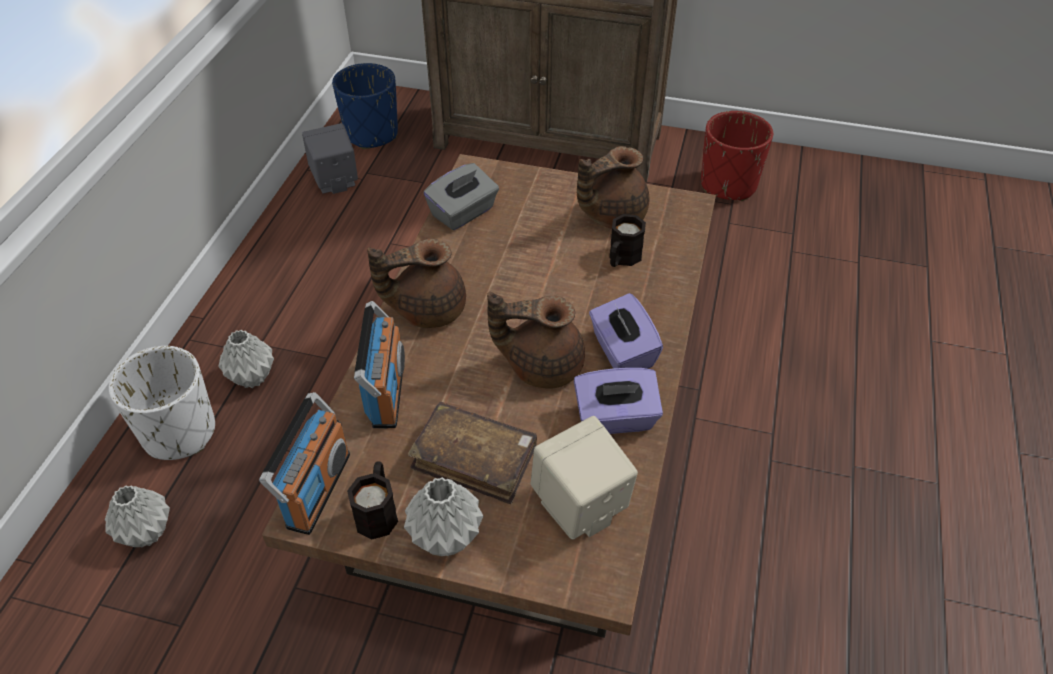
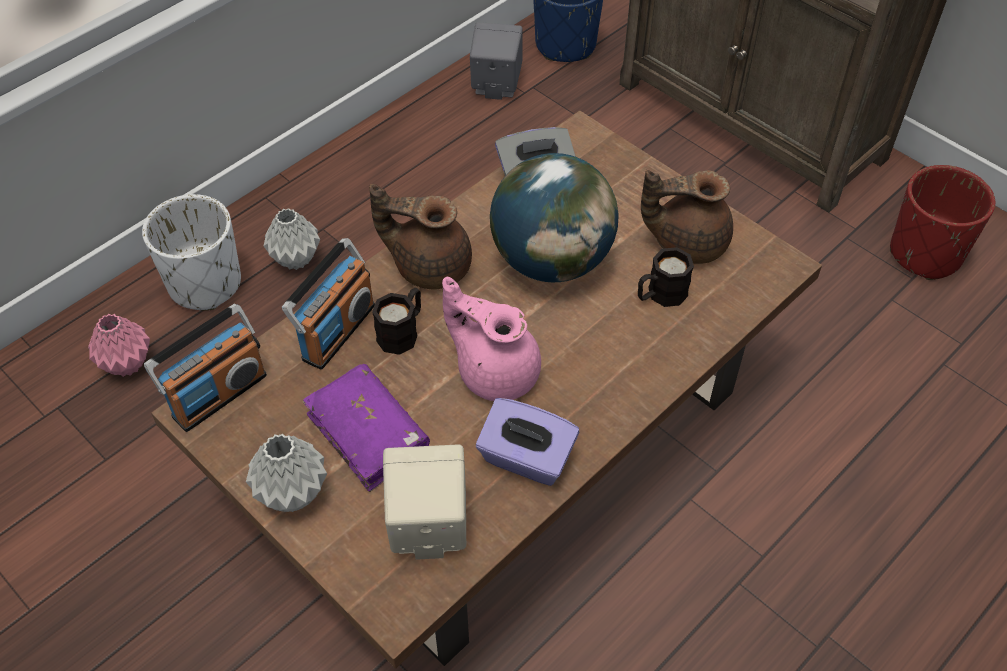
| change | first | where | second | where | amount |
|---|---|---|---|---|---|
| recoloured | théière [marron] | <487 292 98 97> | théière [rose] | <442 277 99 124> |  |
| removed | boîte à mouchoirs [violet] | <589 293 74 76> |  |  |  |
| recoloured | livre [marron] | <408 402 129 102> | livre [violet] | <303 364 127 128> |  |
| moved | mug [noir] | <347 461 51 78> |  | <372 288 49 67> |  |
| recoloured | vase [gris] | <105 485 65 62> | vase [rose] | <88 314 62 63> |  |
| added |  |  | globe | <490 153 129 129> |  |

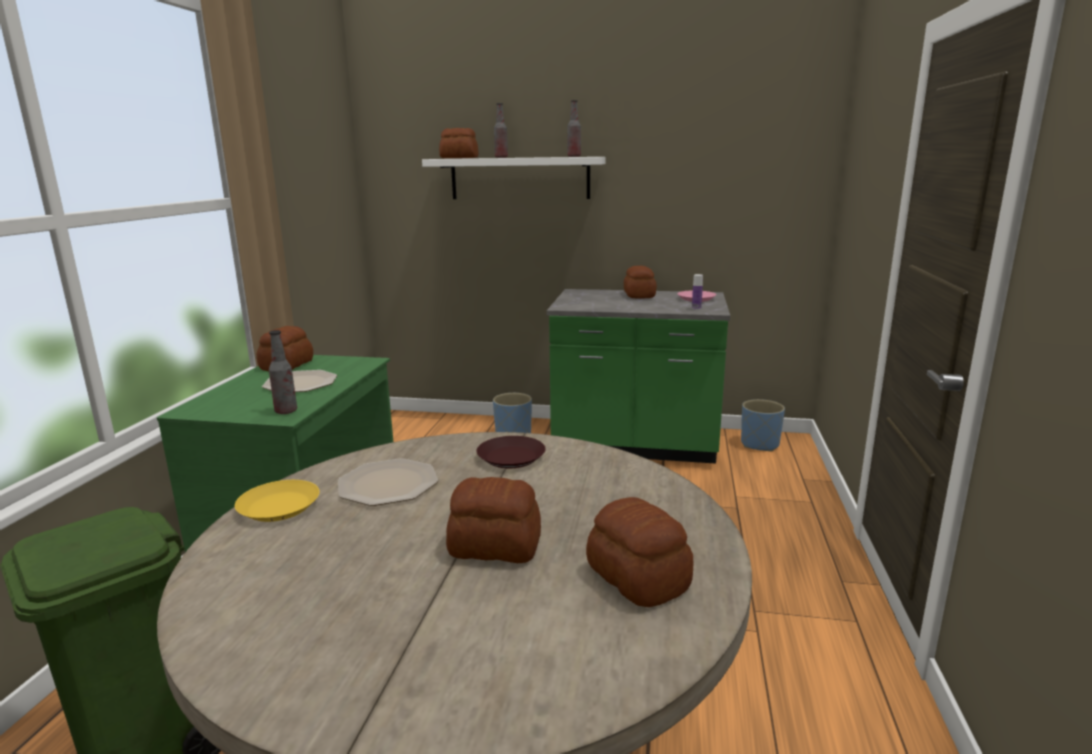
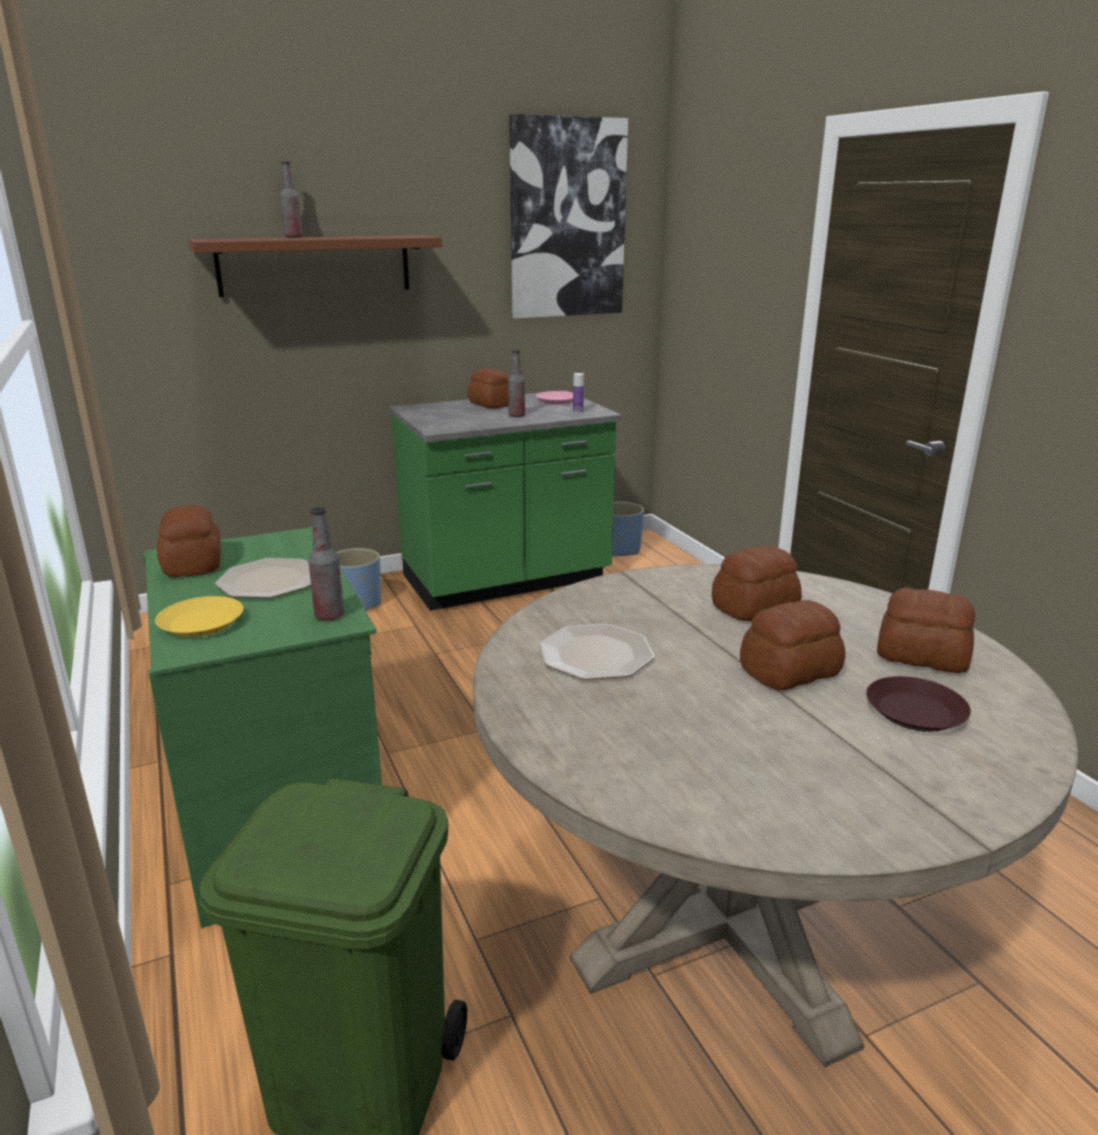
| change | first | where | second | where | amount |
|---|---|---|---|---|---|
| moved | bouteille | <567 100 14 57> |  | <508 350 17 67> |  |
| moved | pain | <439 128 40 30> |  | <712 546 90 75> |  |
| recoloured | étagère [blanc] | <422 157 184 42> | étagère [marron] | <189 235 253 62> |  |
| moved | assiette [marron] | <477 436 69 32> |  | <866 676 105 56> |  |
| moved | assiette [jaune] | <235 480 85 42> |  | <155 596 88 41> |  |
| added |  |  | tableau | <509 114 119 205> |  |

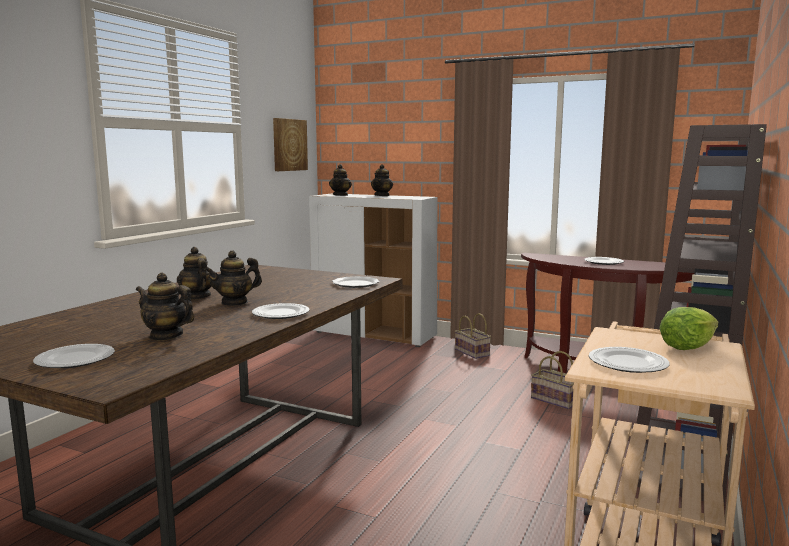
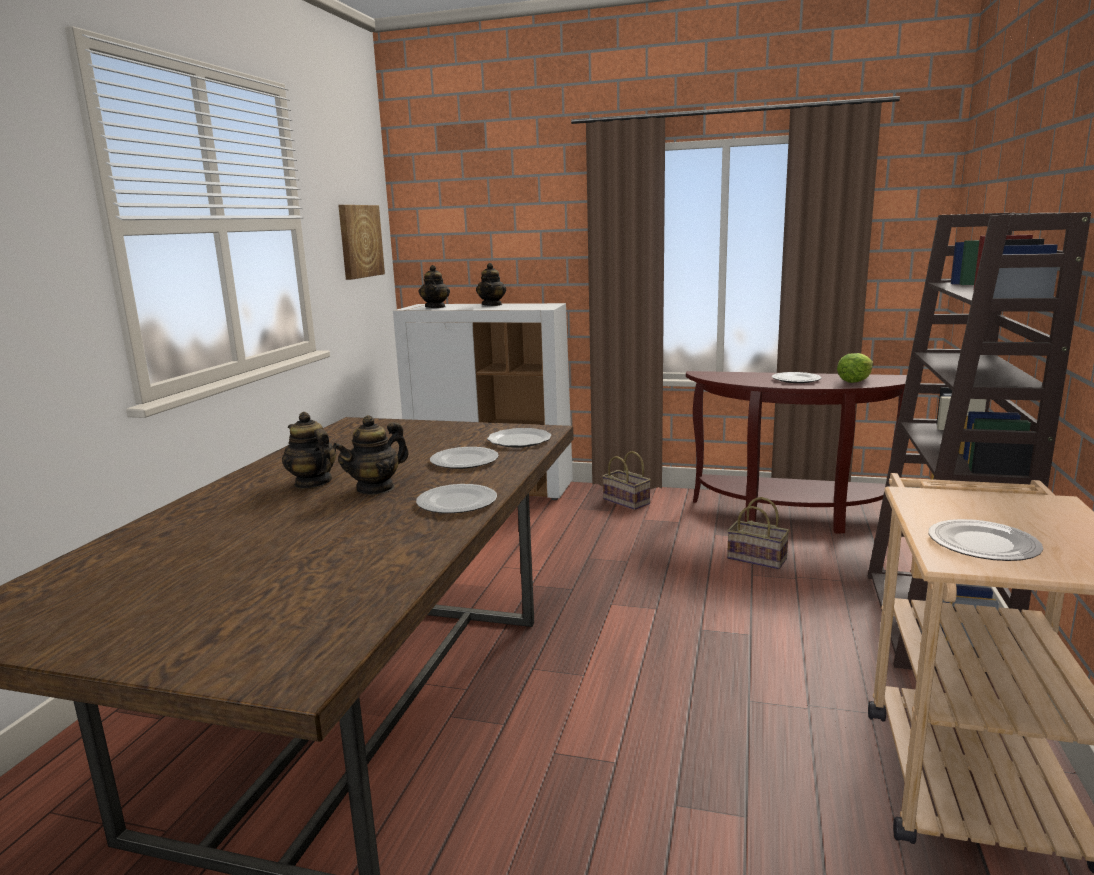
| change | first | where | second | where | amount |
|---|---|---|---|---|---|
| removed | théière | <136 273 58 68> |  |  |  |
| moved | laitue | <660 307 59 43> |  | <837 353 36 30> |  |
| moved | assiette | <33 344 82 24> |  | <430 447 69 22> |  |

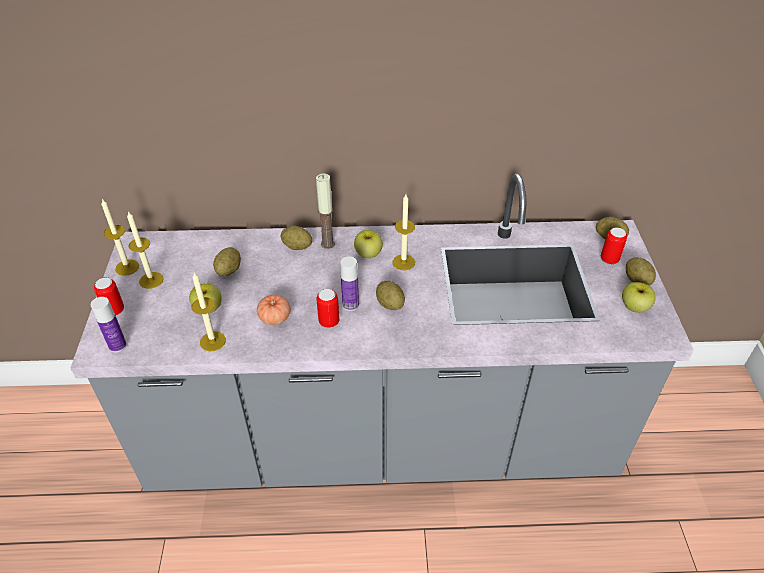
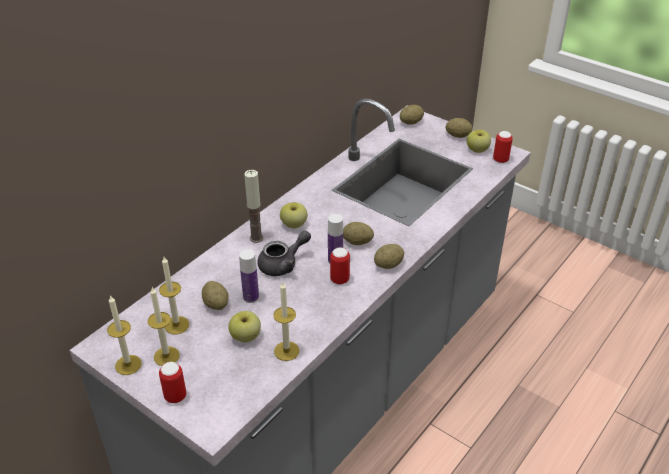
| change | first | where | second | where | amount |
|---|---|---|---|---|---|
| moved | bougie | <392 194 23 76> |  | <159 257 30 77> |  |
| moved | pomme de terre | <281 226 31 24> |  | <374 244 30 25> |  |
| moved | boîte métallique | <601 227 26 37> |  | <493 131 20 32> |  |
| removed | tomate | <257 295 34 30> |  |  |  |
| moved | bouteille | <91 297 36 55> |  | <239 249 20 54> |  |
| added |  |  | théière [gris] | <257 230 54 46> |  |

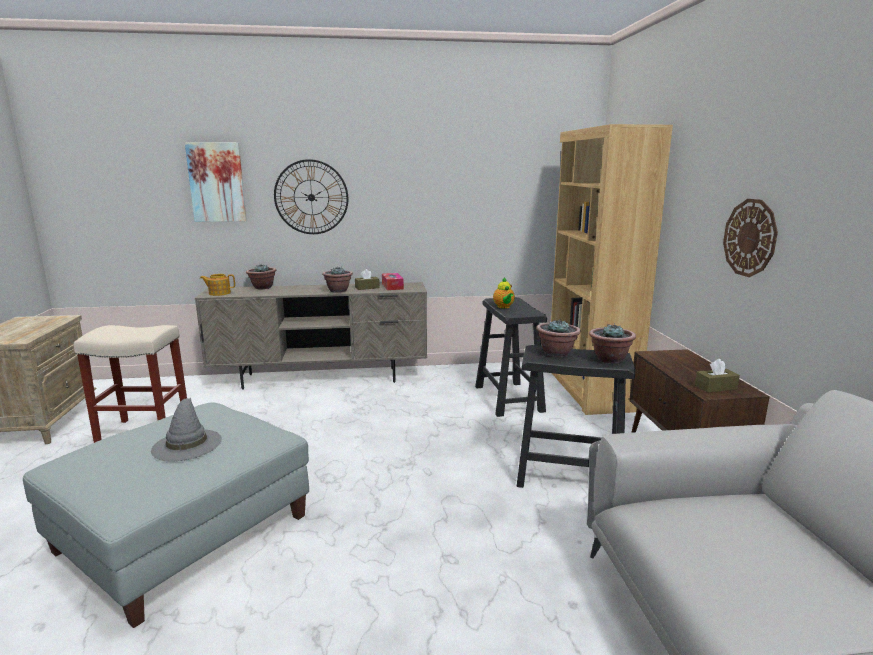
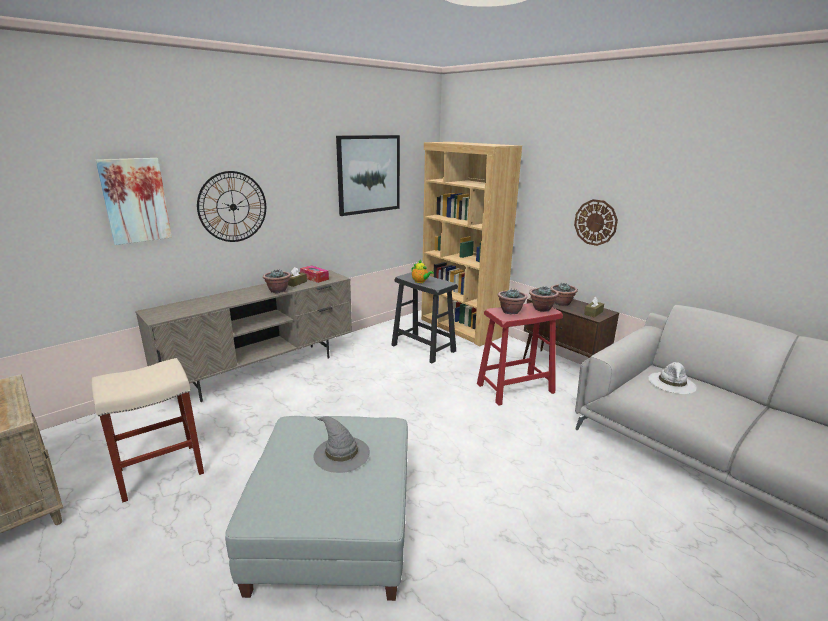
| change | first | where | second | where | amount |
|---|---|---|---|---|---|
| moved | plante en pot | <246 264 30 25> |  | <550 283 28 23> |  |
| removed | théière | <200 274 35 22> |  |  |  |
| recoloured | tabouret [noir] | <517 345 118 143> | tabouret [rouge] | <477 303 86 103> |  |
| added |  |  | tableau | <336 135 64 81> |  |
| added |  |  | chapeau [blanc] | <649 362 48 32> |  |

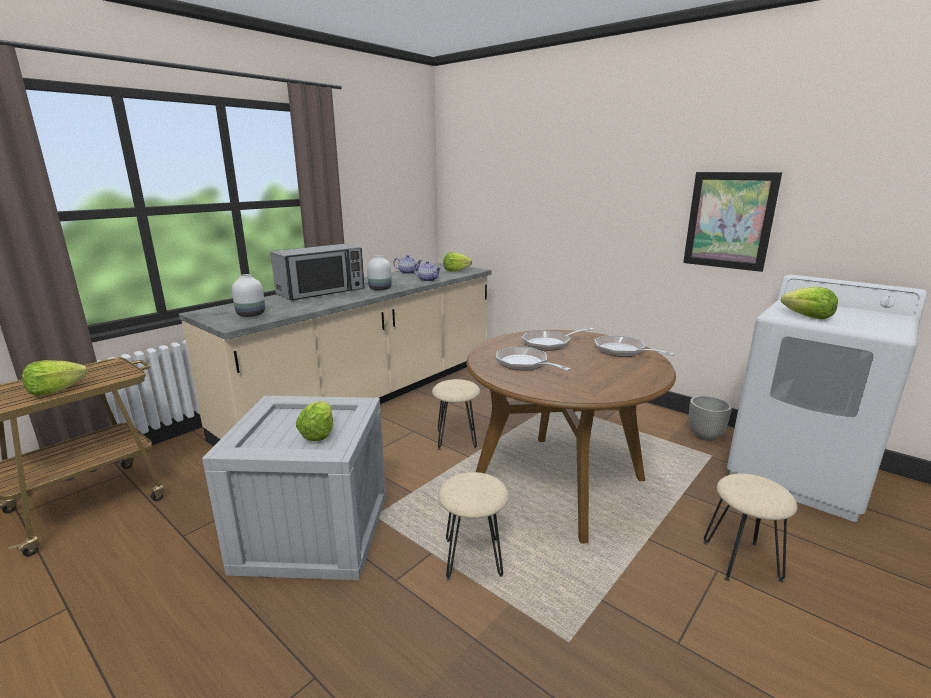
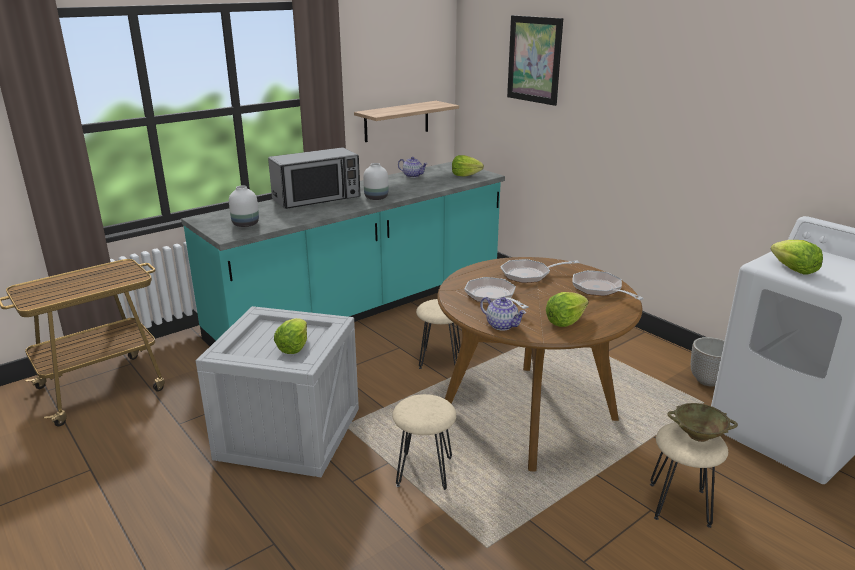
| change | first | where | second | where | amount |
|---|---|---|---|---|---|
| moved | tableau | <683 172 99 100> |  | <507 15 56 91> |  |
| moved | théière | <414 261 27 21> |  | <480 297 46 34> |  |
| recoloured | comptoir de cuisine [beige] | <179 262 312 184> | comptoir de cuisine [turquoise] | <181 162 324 184> |  |
| moved | laitue | <22 360 66 36> |  | <546 292 43 35> |  |
| added |  |  | étagère | <354 101 105 41> |  |
| added |  |  | bol [beige] | <667 403 71 39> |  |

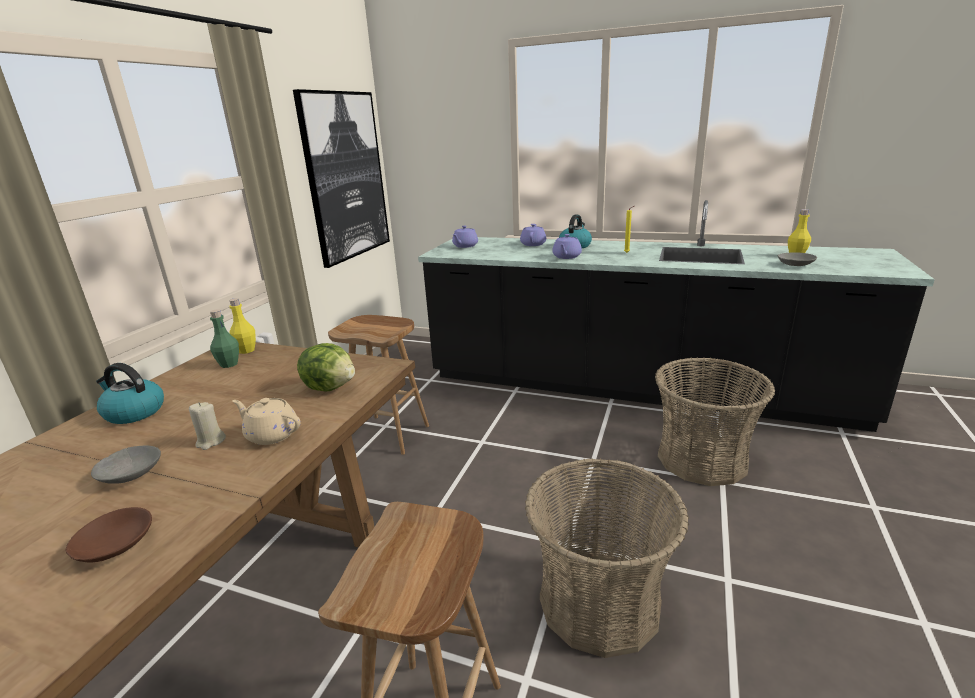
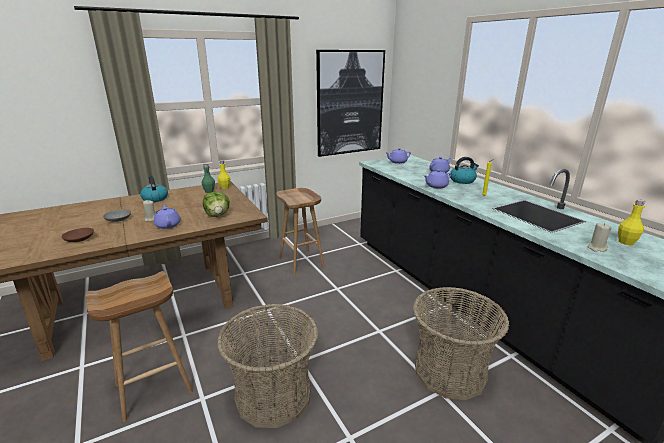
| change | first | where | second | where | amount |
|---|---|---|---|---|---|
| replaced | bol [gris] | <778 252 39 14> | bougie [beige] | <588 223 23 29> |  |
| recoloured | théière [beige] | <232 398 68 47> | théière [violet] | <154 204 27 25> |  |

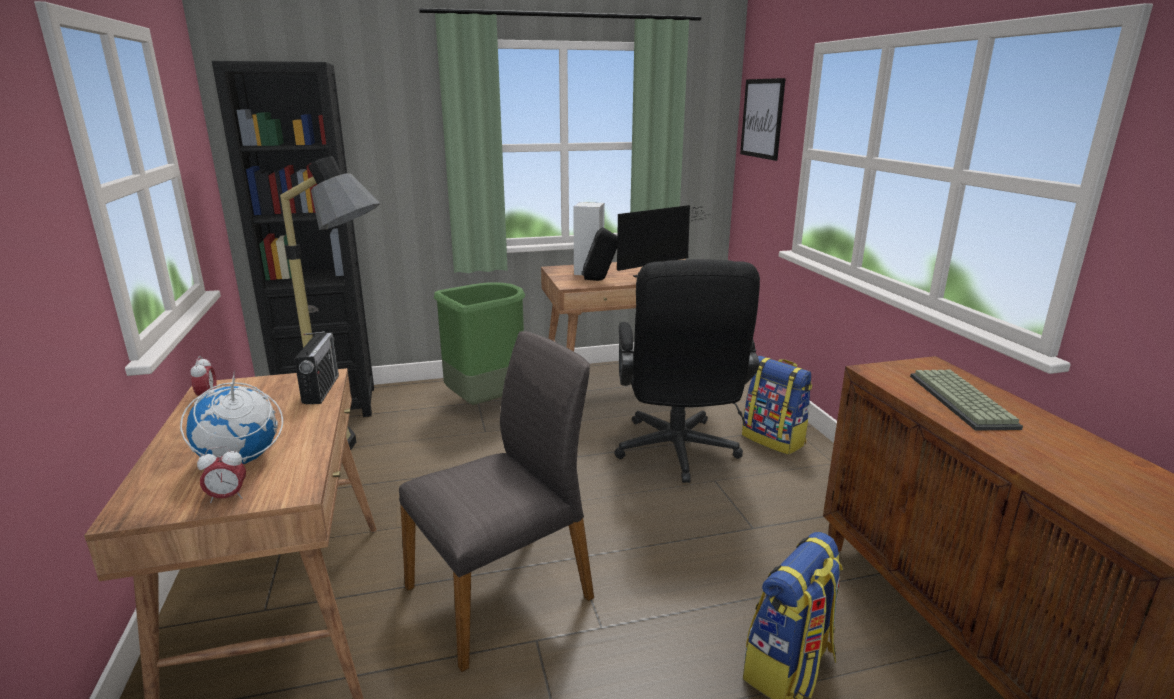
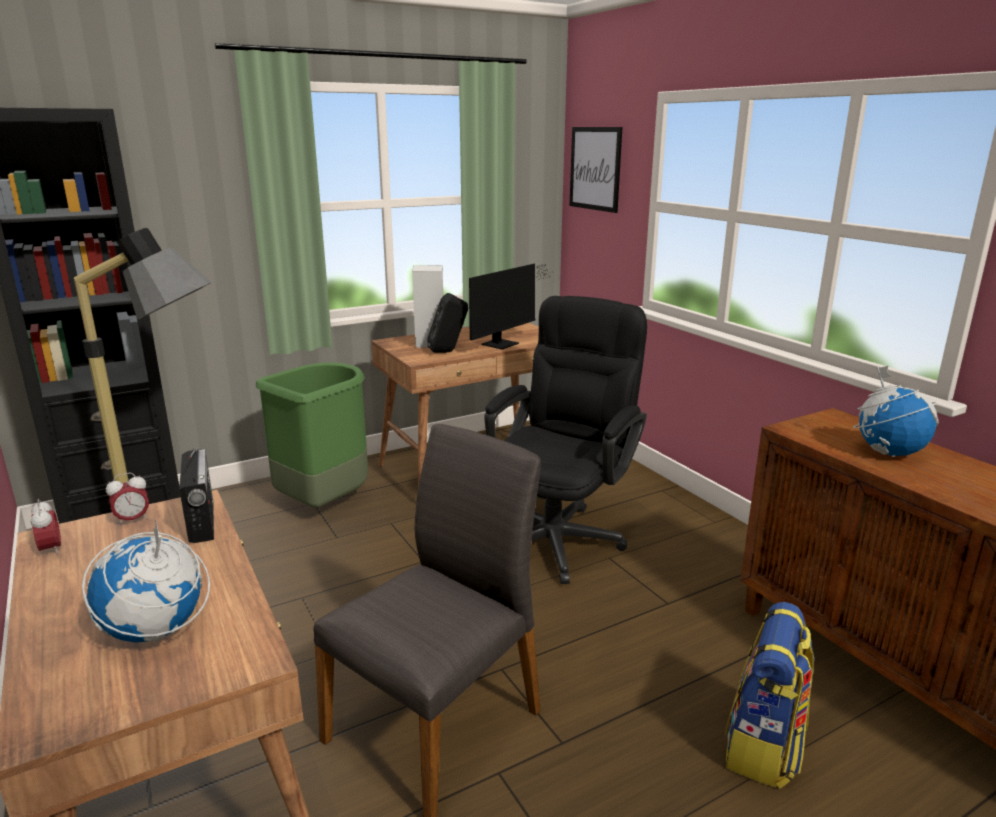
| change | first | where | second | where | amount |
|---|---|---|---|---|---|
| turned | chaise de bureau [noir] | <614 259 146 224> |  | <484 296 163 288> | 135 degrees counterclockwise |
| removed | sac à dos | <742 356 71 99> |  |  |  |
| replaced | clavier | <910 370 113 61> | globe | <853 366 86 91> |  |
| moved | réveil | <197 447 49 56> |  | <106 473 43 53> |  |

